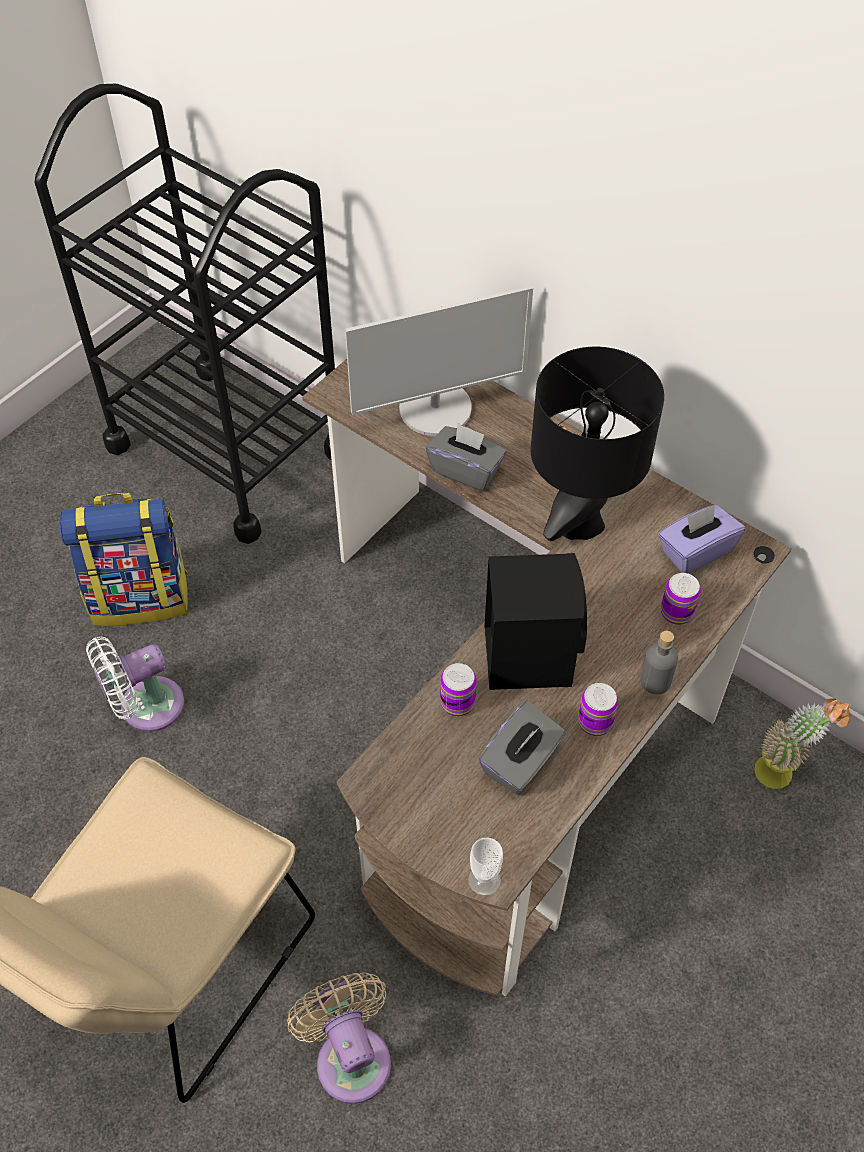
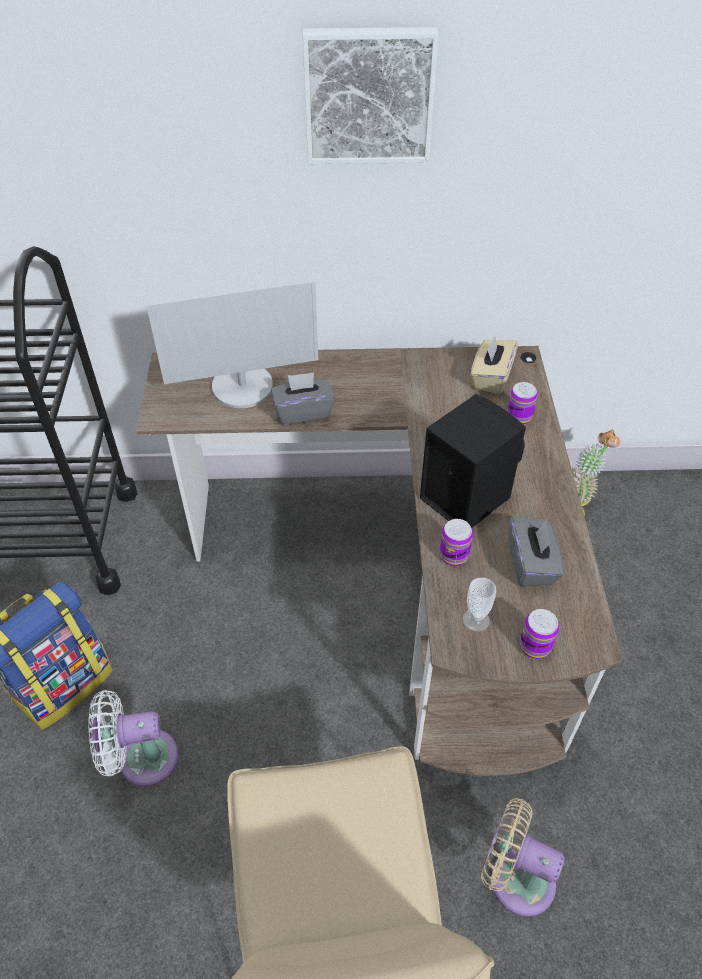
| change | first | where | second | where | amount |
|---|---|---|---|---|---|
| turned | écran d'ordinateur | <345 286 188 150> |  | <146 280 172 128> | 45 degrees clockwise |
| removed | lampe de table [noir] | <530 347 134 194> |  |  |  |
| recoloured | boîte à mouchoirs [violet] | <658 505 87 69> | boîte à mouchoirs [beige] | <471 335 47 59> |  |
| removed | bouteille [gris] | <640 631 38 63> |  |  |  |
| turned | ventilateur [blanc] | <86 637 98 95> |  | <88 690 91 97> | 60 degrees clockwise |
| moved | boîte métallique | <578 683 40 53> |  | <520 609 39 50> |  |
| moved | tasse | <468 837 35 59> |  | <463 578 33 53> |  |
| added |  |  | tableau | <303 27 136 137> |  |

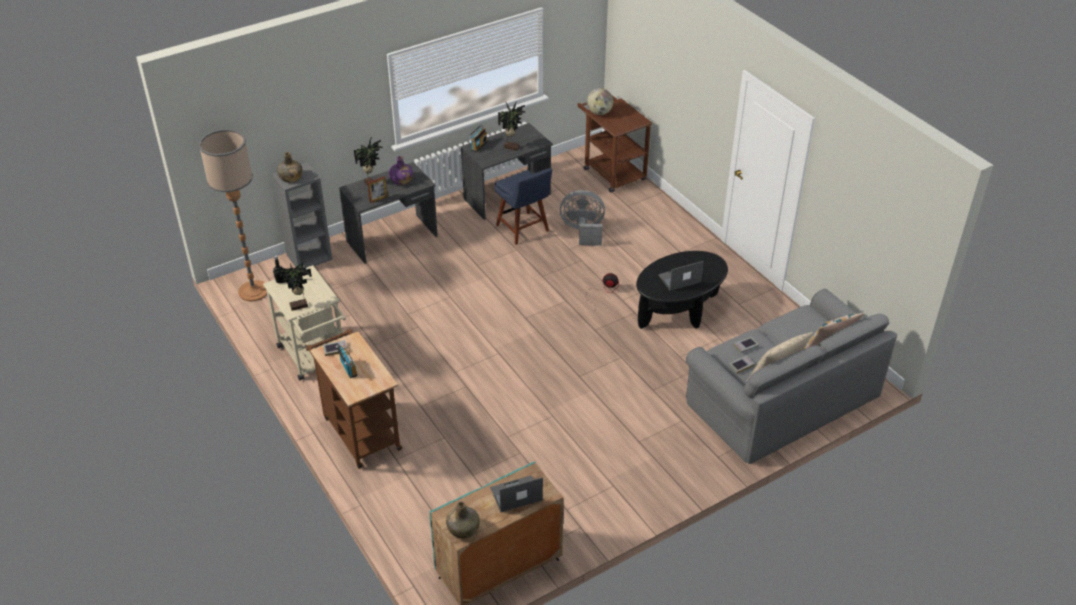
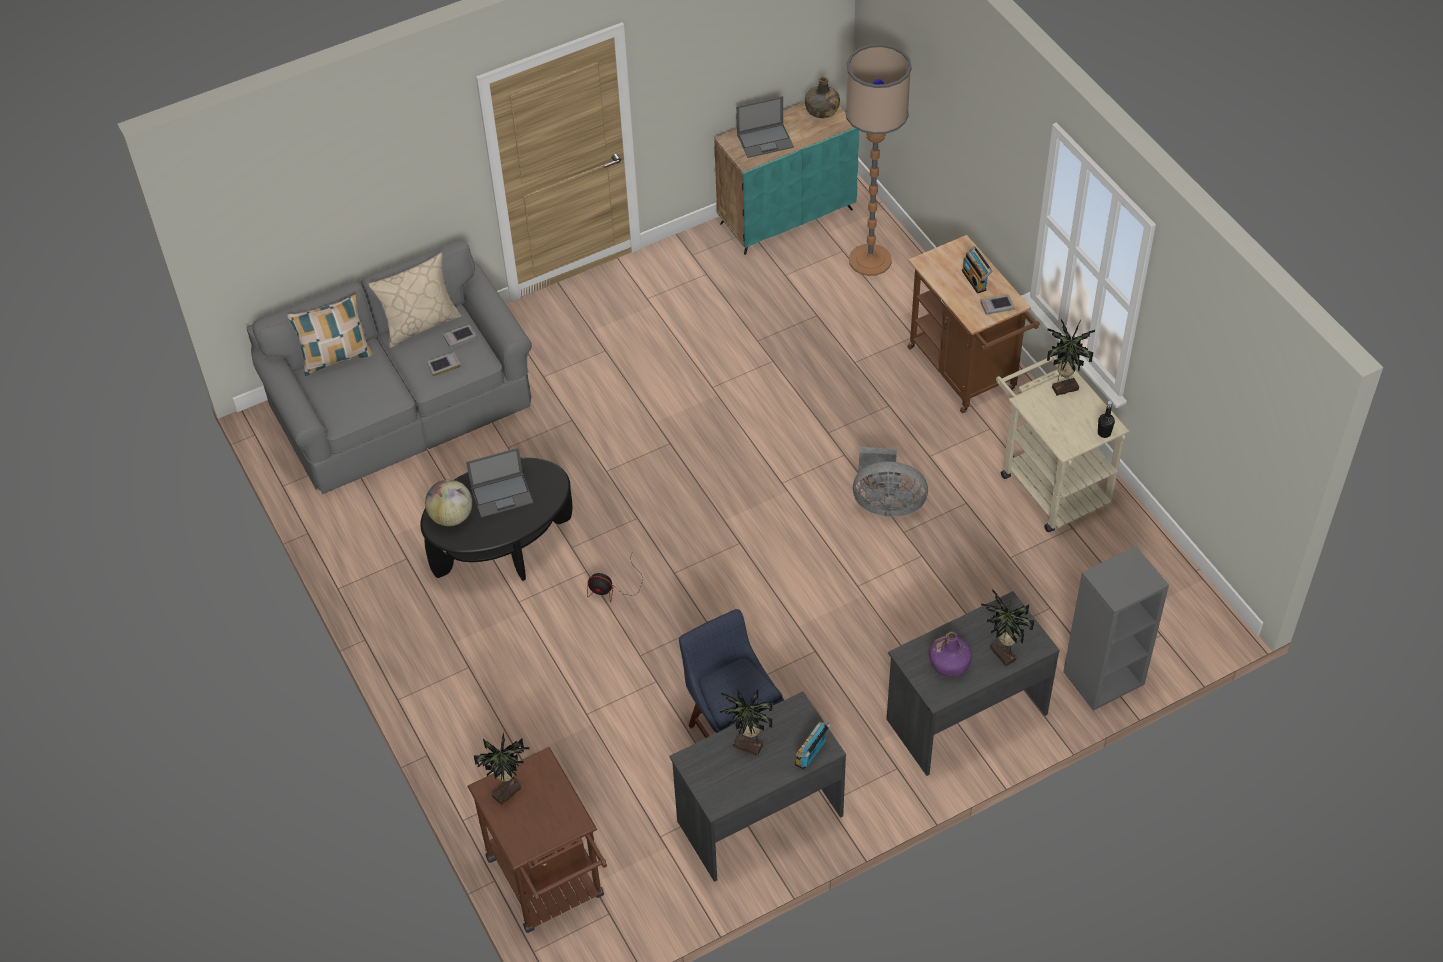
| change | first | where | second | where | amount |
|---|---|---|---|---|---|
| moved | globe | <587 88 26 27> |  | <425 479 47 47> |  |
| moved | lampadaire | <199 129 68 172> |  | <845 44 67 232> |  |
| removed | bouteille [vert] | <277 152 25 31> |  |  |  |
| removed | cadre photo | <367 176 21 27> |  |  |  |
| moved | ventilateur [gris] | <560 190 45 56> |  | <853 447 75 70> |  |
| added |  |  | plante en pot | <474 733 55 72> |  |

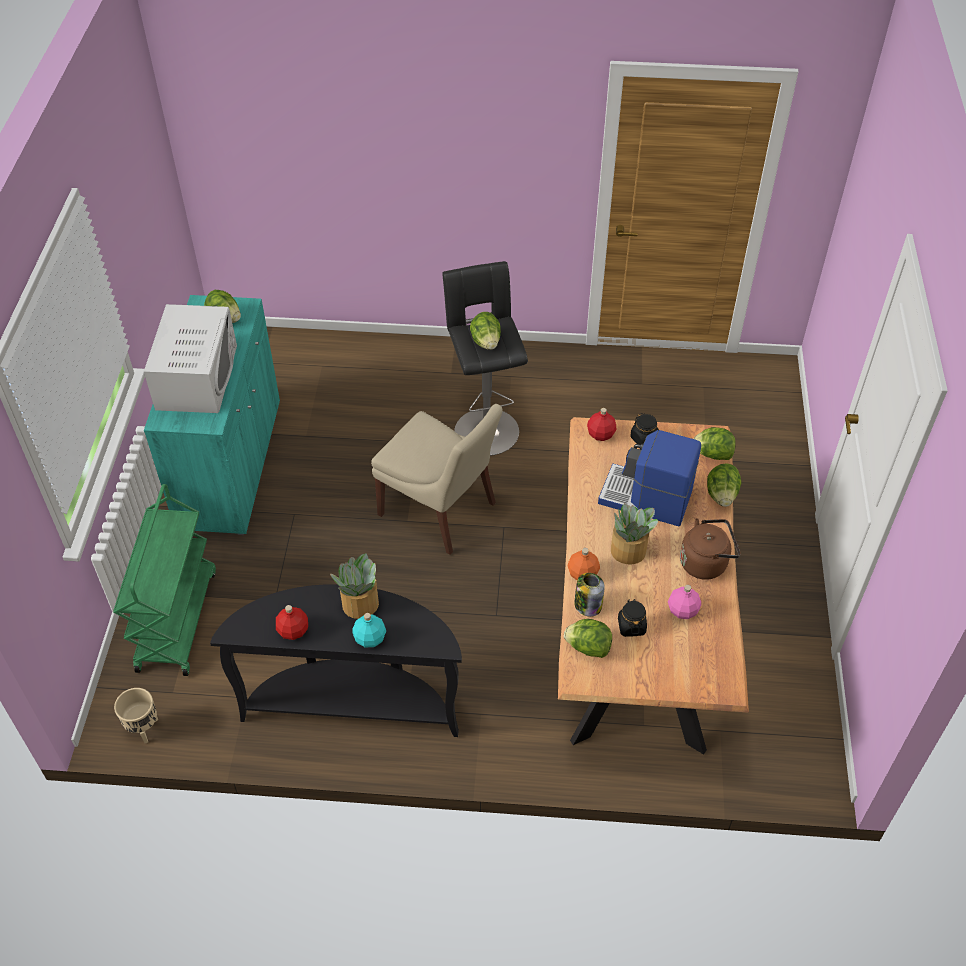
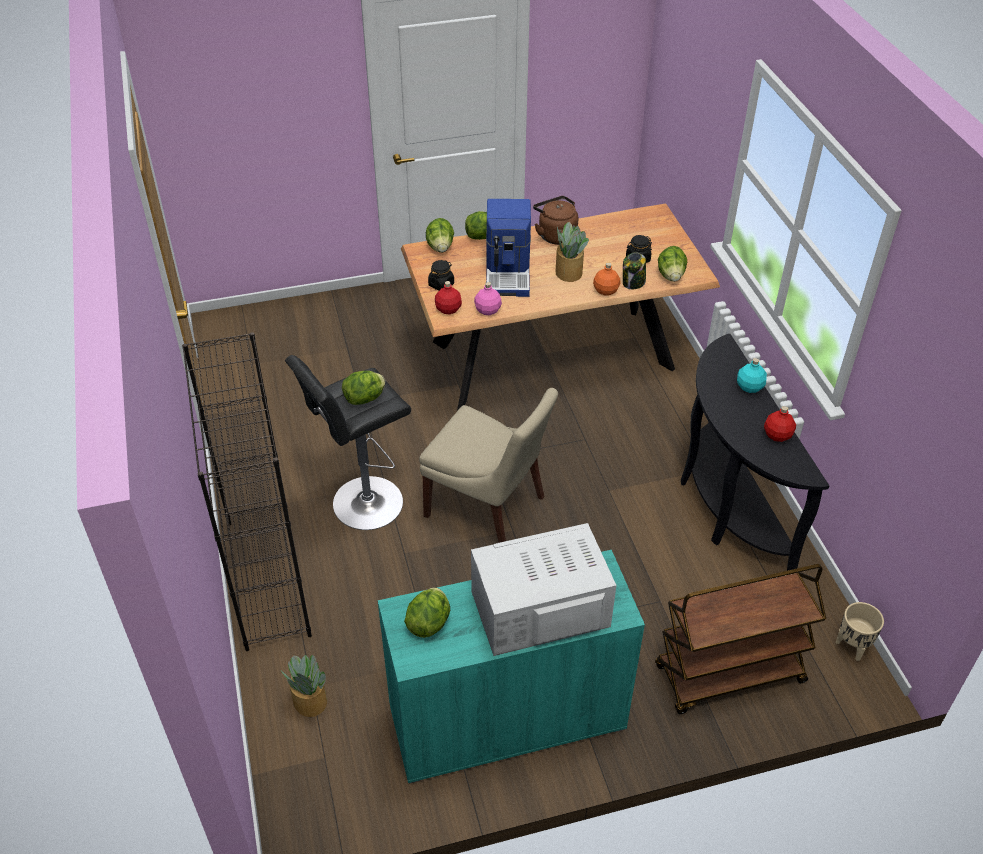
| change | first | where | second | where | amount |
|---|---|---|---|---|---|
| turned | chaise [beige] | <371 404 132 151> |  | <419 388 139 155> | 105 degrees clockwise |
| recoloured | chariot [vert] | <113 484 103 192> | chariot [marron] | <655 564 171 150> |  |
| moved | plante en pot | <330 553 49 66> |  | <280 655 47 62> |  |
| moved | bouteille [rose] | <668 585 33 34> |  | <474 282 28 33> |  |
| added |  |  | bibliothèque [noir] | <182 332 130 319> |  |

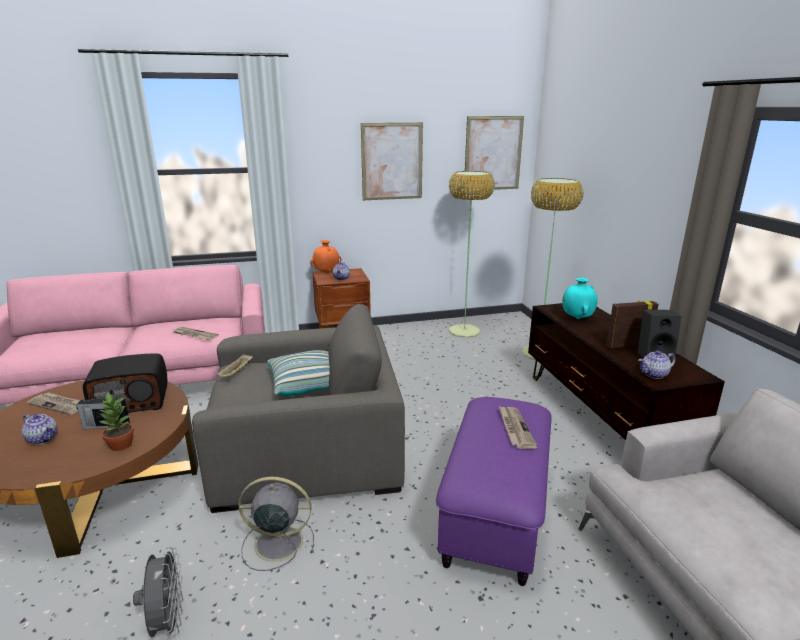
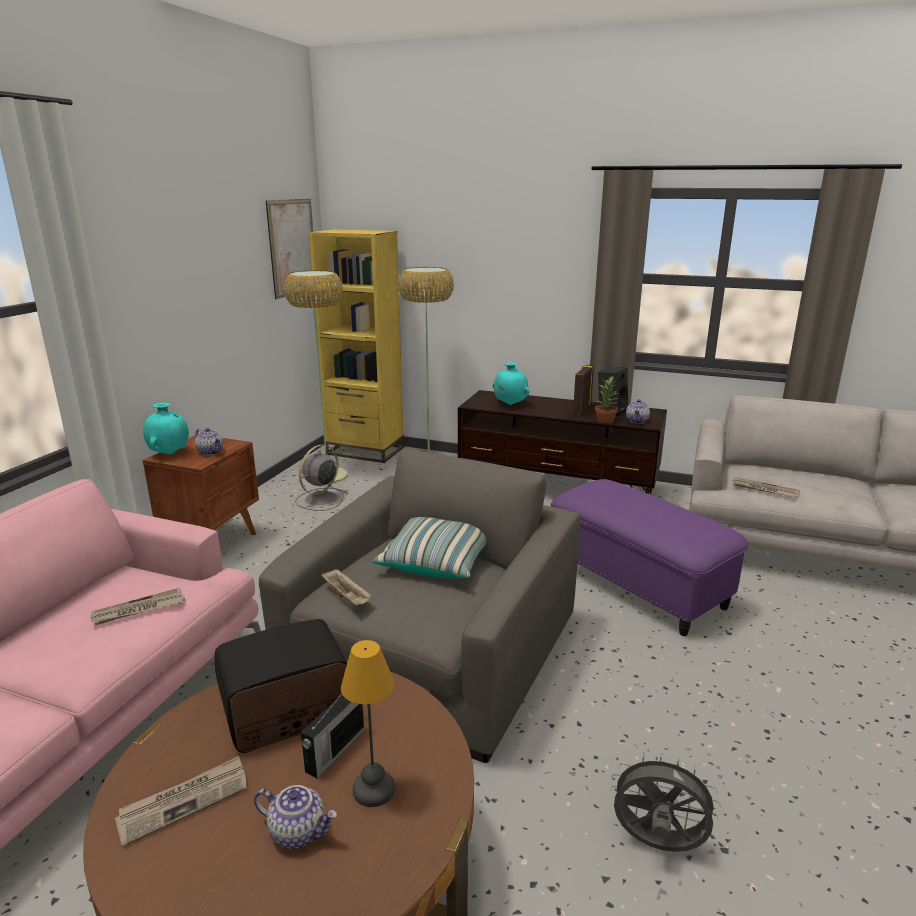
| change | first | where | second | where | amount |
|---|---|---|---|---|---|
| removed | tableau | <361 123 62 77> |  |  |  |
| recoloured | vase [orange] | <310 240 32 33> | vase [turquoise] | <143 403 46 52> |  |
| turned | radio | <83 353 85 60> |  | <214 619 133 134> | 135 degrees counterclockwise |
| moved | plante en pot | <100 393 34 58> |  | <595 377 23 46> |  |
| moved | journal | <499 406 39 43> |  | <732 477 68 21> |  |
| turned | théière | <22 414 36 31> |  | <254 785 83 64> | 45 degrees clockwise |
| moved | ventilateur [gris] | <238 477 76 94> |  | <295 445 52 66> |  |
| added |  |  | bibliothèque [jaune] | <309 229 95 234> |  |
| added |  |  | lampe de table | <341 640 54 167> |  |

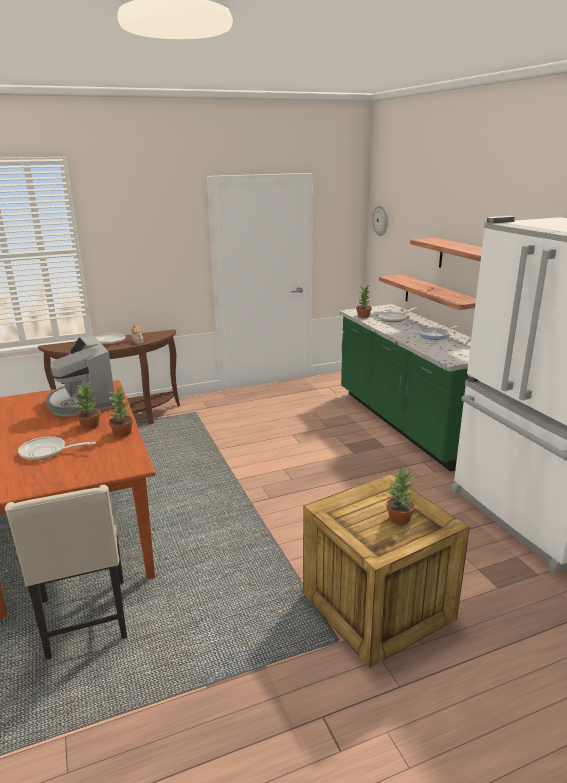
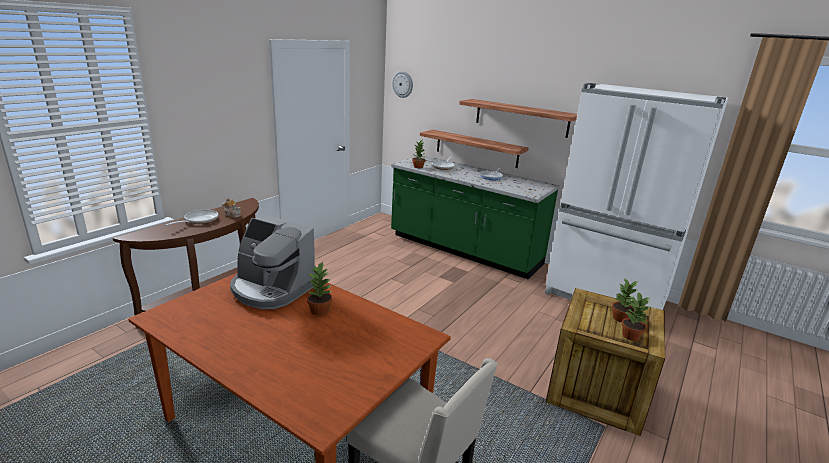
| change | first | where | second | where | amount |
|---|---|---|---|---|---|
| moved | plante en pot | <108 387 25 50> |  | <621 293 29 48> |  |
| removed | poêle | <18 436 78 25> |  |  |  |

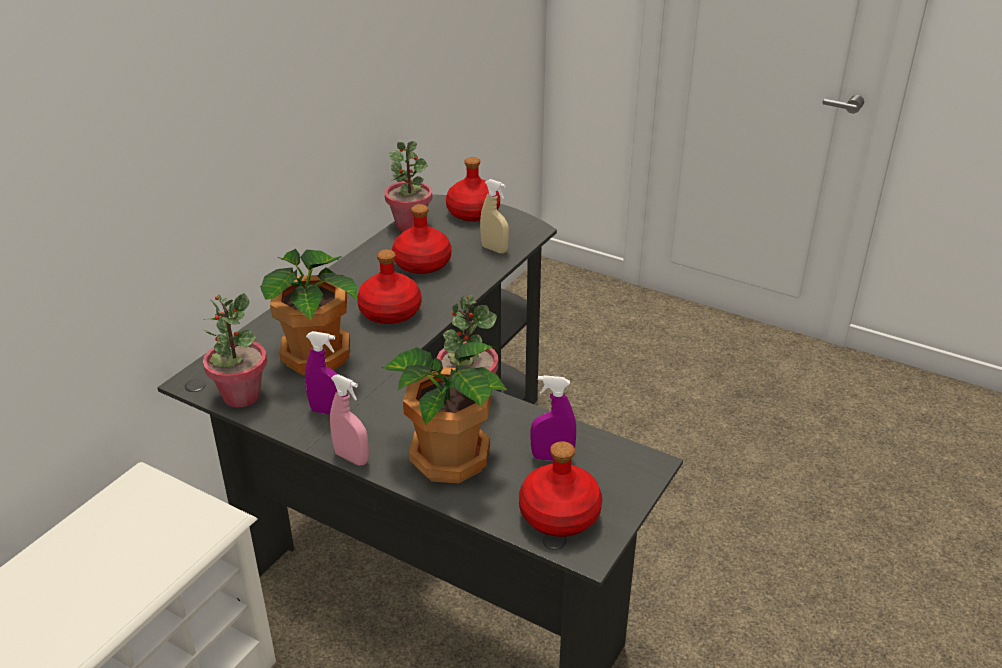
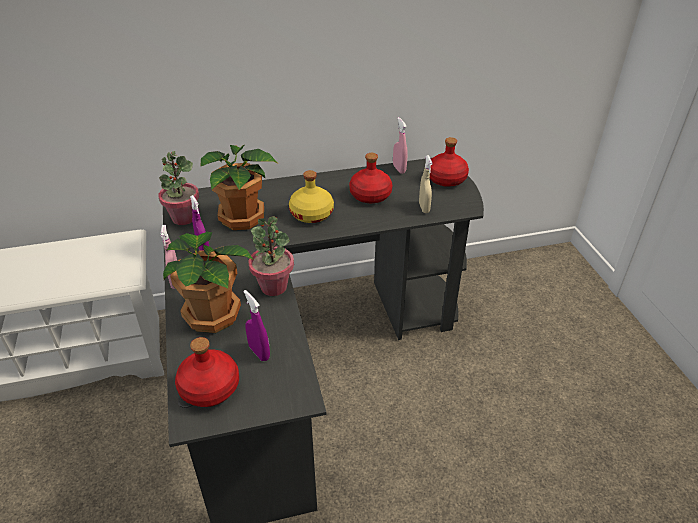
| change | first | where | second | where | amount |
|---|---|---|---|---|---|
| replaced | plante en pot | <385 141 47 91> | vaporisateur [rose] | <393 117 14 57> |  |
| recoloured | bouteille [rouge] | <357 250 64 74> | bouteille [jaune] | <289 170 45 53> |  |

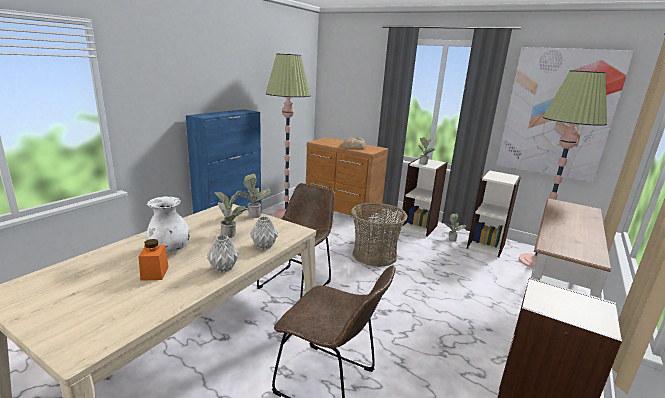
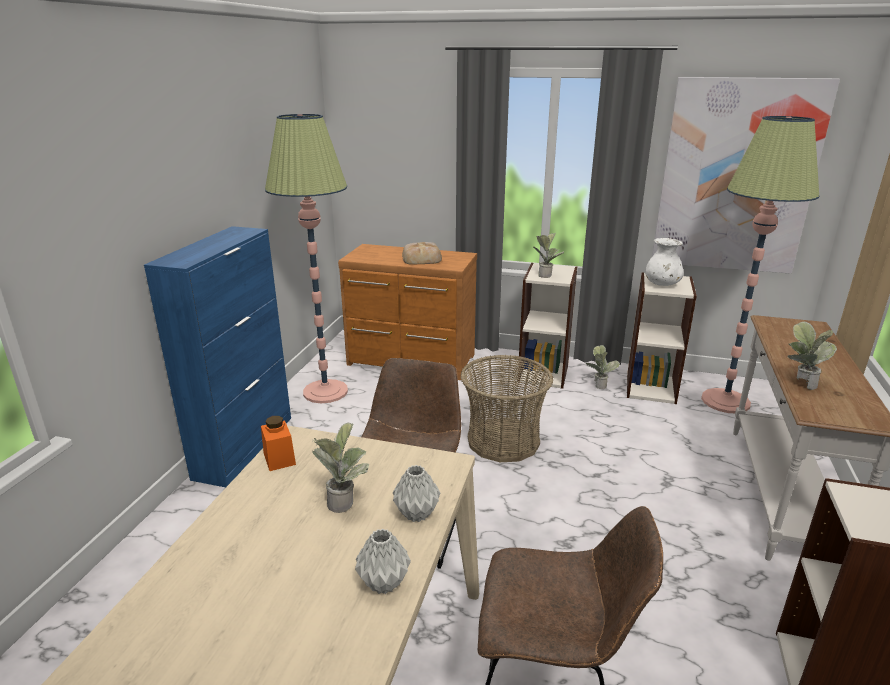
| change | first | where | second | where | amount |
|---|---|---|---|---|---|
| moved | plante en pot | <239 174 32 44> |  | <787 322 50 68> |  |
| moved | vase [blanc] | <145 196 45 57> |  | <645 238 39 48> |  |
| moved | bocal [orange] | <138 239 31 42> |  | <261 416 35 55> |  |

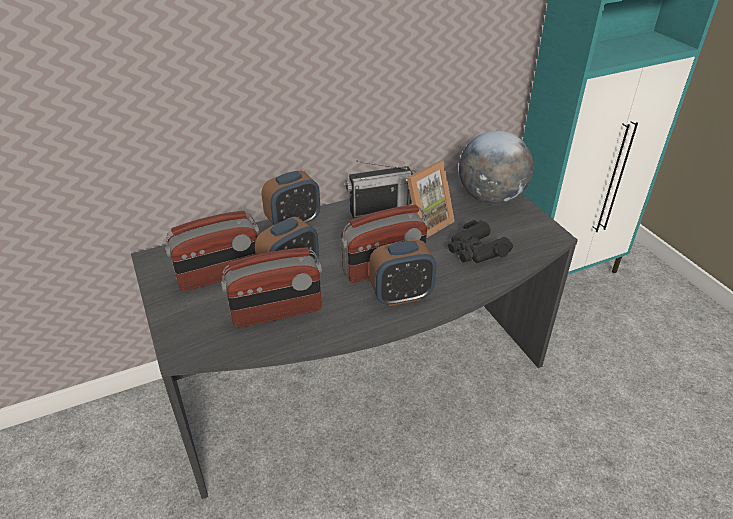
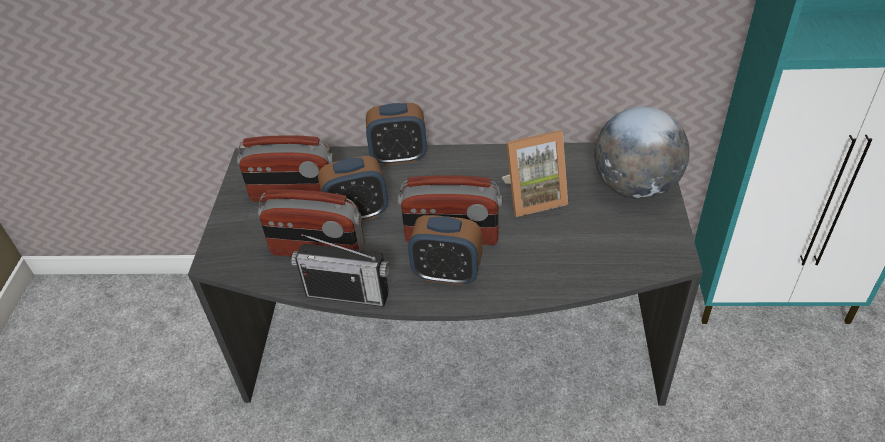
| change | first | where | second | where | amount |
|---|---|---|---|---|---|
| moved | radio | <345 161 70 57> |  | <291 234 98 73> |  |
| removed | jumelles [noir] | <448 220 66 43> |  |  |  |

